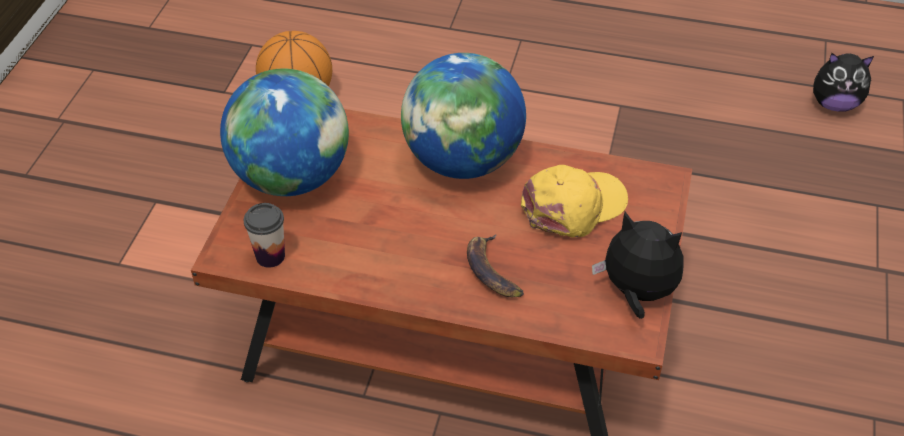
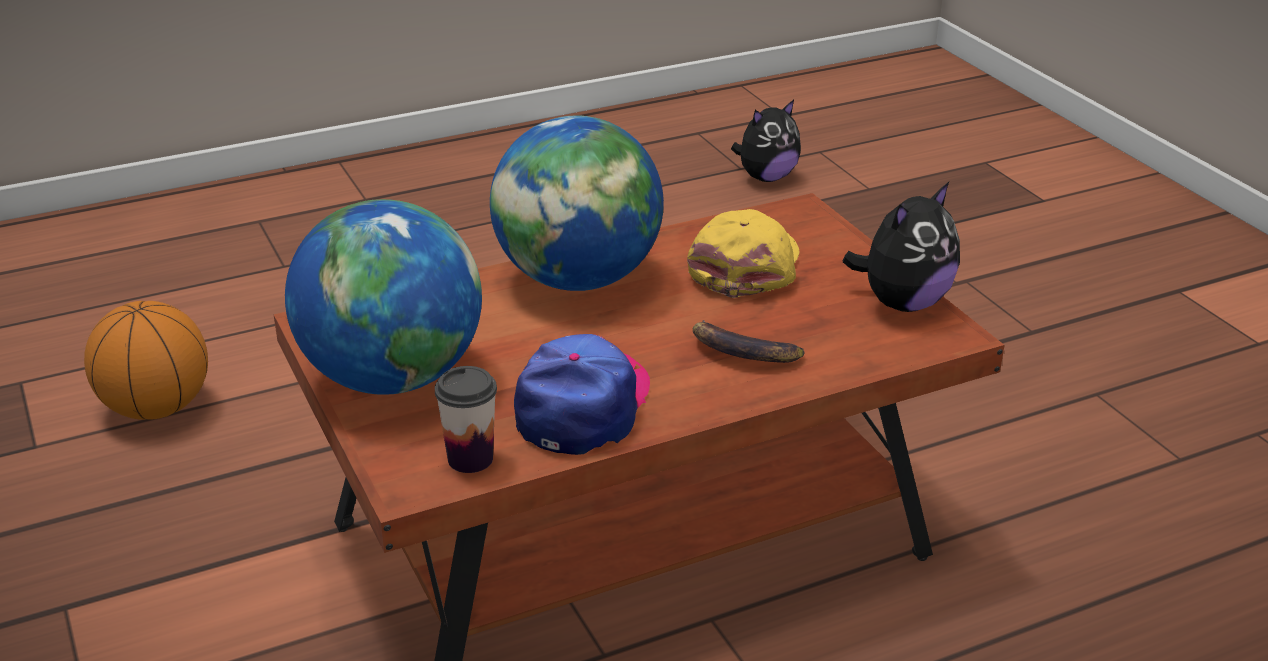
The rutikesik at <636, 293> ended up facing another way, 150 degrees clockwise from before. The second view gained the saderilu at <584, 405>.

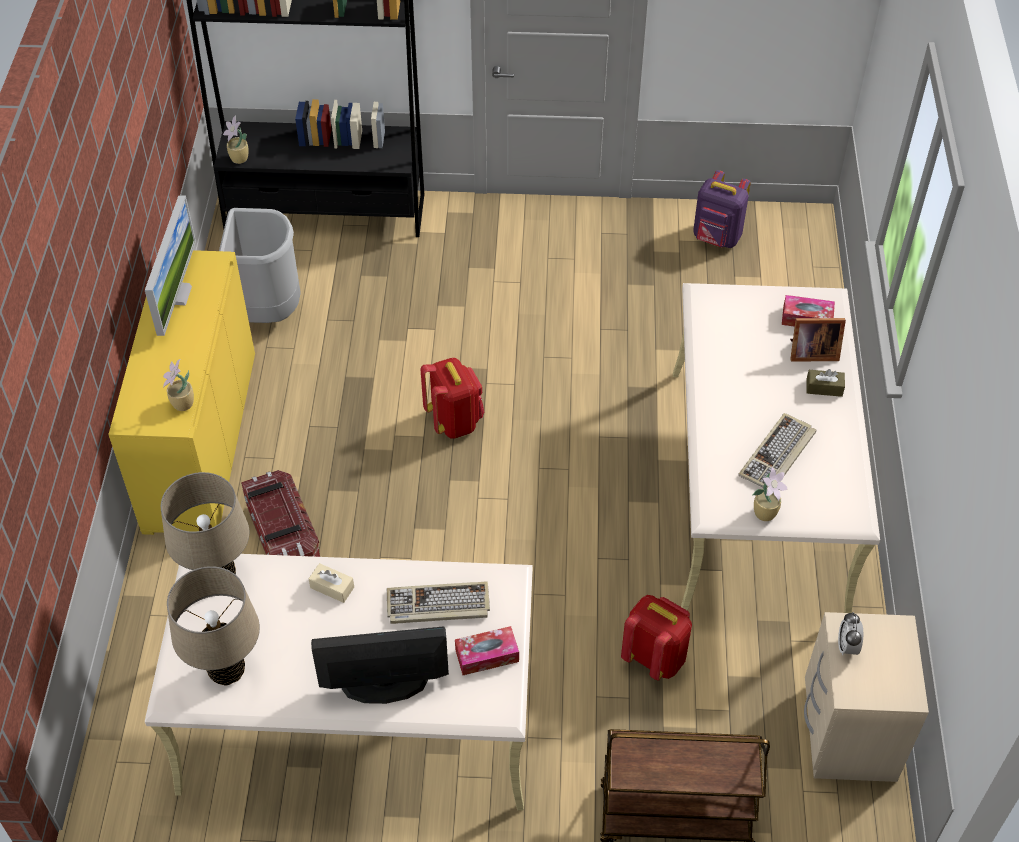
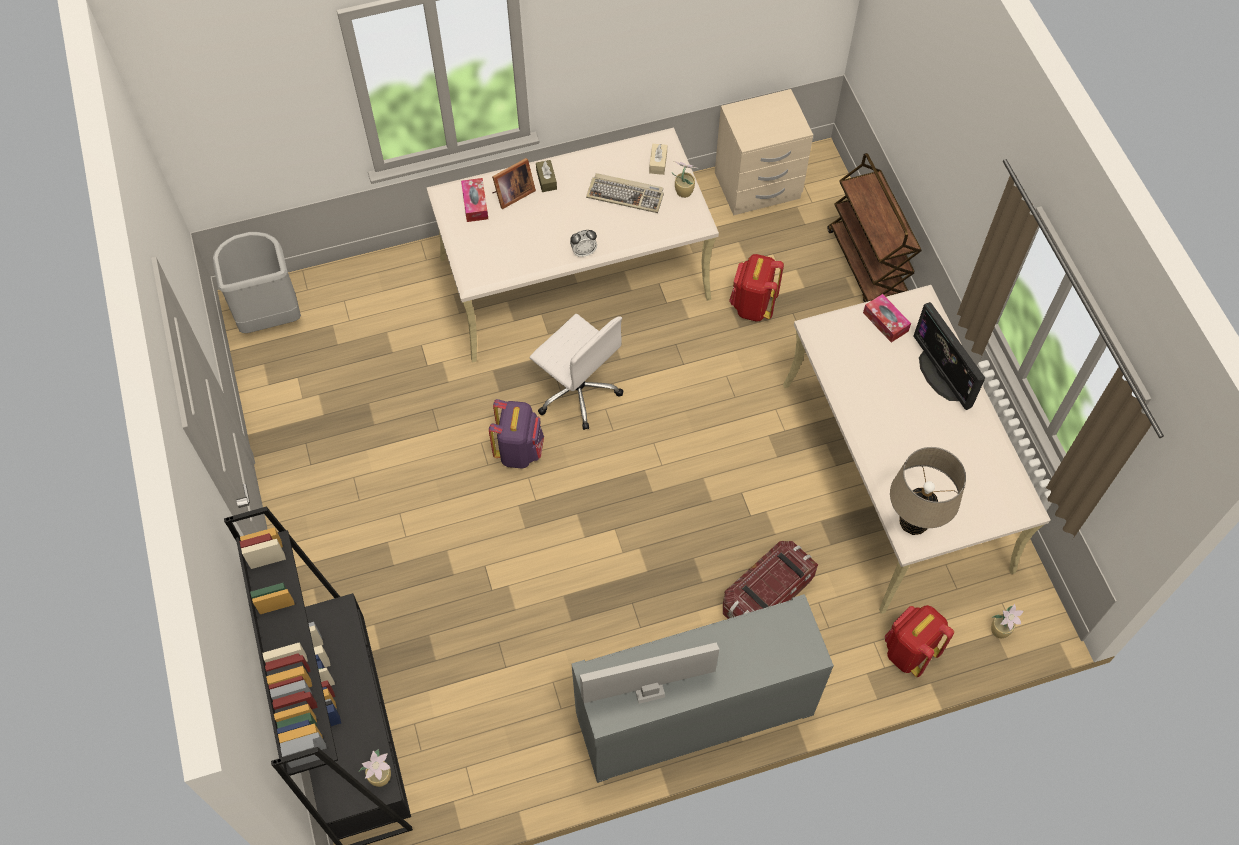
The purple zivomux ended up elsewhere, having gone from <716, 238> to <519, 450>. The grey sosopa ended up elsewhere, having gone from <268, 312> to <270, 317>. What was the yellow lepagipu at <201, 441> turned into the grey lepagipu at <694, 714>. The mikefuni at <811, 352> ended up facing another way, 75 degrees clockwise from before. The red zivomux ended up elsewhere, having gone from <454, 421> to <909, 651>. The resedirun ended up elsewhere, having gone from <182, 405> to <1000, 630>. The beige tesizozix ended up elsewhere, having gone from <332, 587> to <658, 163>. The second view lost the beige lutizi at <227, 670>. The second view lost the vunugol at <437, 605>. The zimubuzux ended up elsewhere, having gone from <847, 646> to <583, 252>. The second view gained the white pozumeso at <577, 391>.

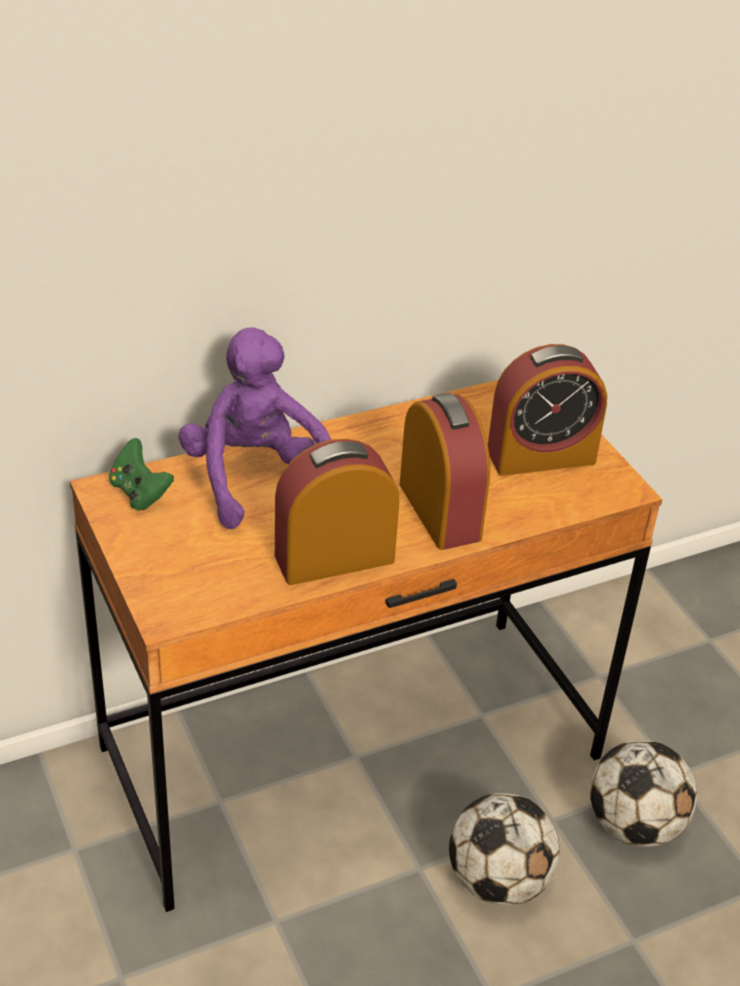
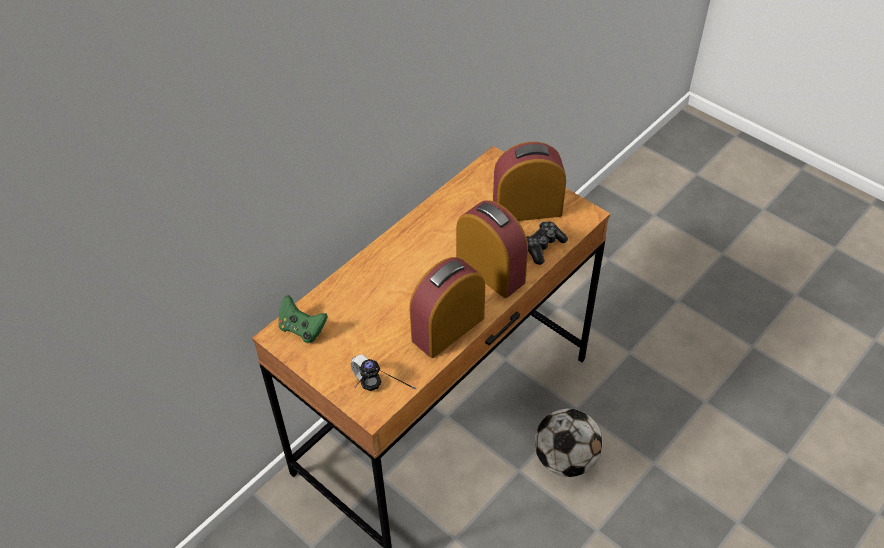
The second view lost the purple rutikesik at <255, 479>. The zimubuzux at <541, 456> ended up facing another way, 150 degrees counterclockwise from before. The second view lost the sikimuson at <634, 825>. The second view gained the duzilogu at <543, 246>. The second view gained the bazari at <375, 397>.

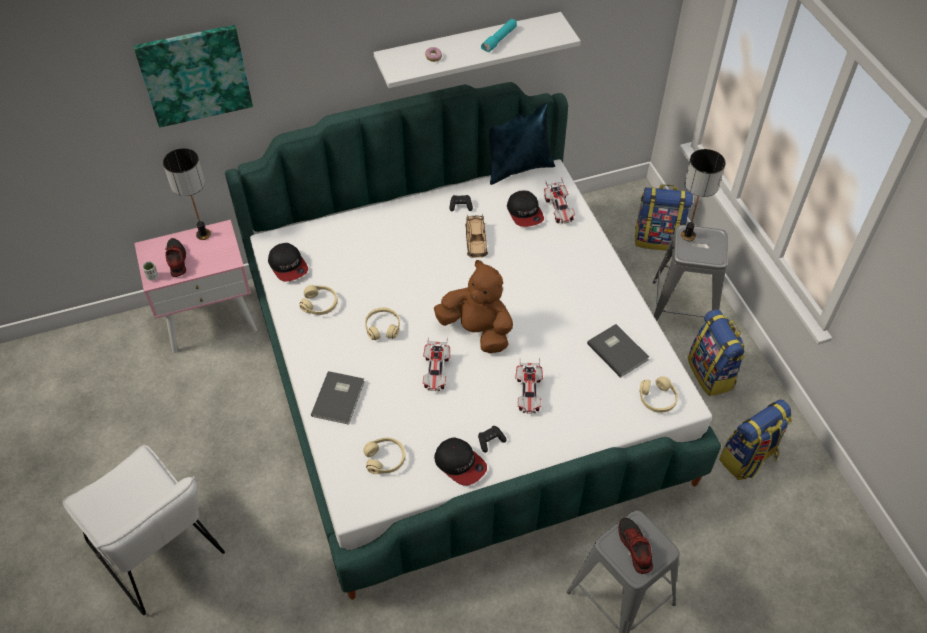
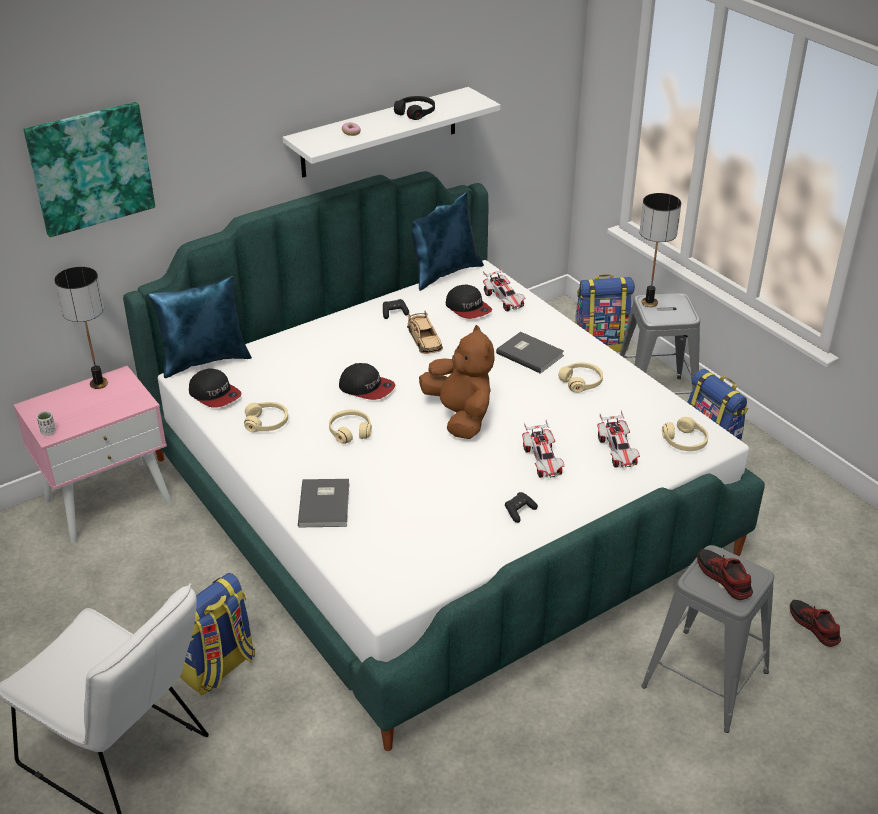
Where the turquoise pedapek stood at <499, 40>, the black bazari came to stand at <415, 113>. The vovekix ended up elsewhere, having gone from <176, 260> to <813, 627>. The brown rutikesik at <477, 330> ended up facing another way, 45 degrees clockwise from before. The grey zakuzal ended up elsewhere, having gone from <618, 350> to <530, 353>. The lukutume ended up elsewhere, having gone from <436, 371> to <617, 451>. The zivomux ended up elsewhere, having gone from <748, 459> to <218, 668>. The saderilu ended up elsewhere, having gone from <460, 464> to <367, 388>. The beige bazari ended up elsewhere, having gone from <385, 459> to <581, 382>. The second view gained the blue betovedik at <205, 360>.

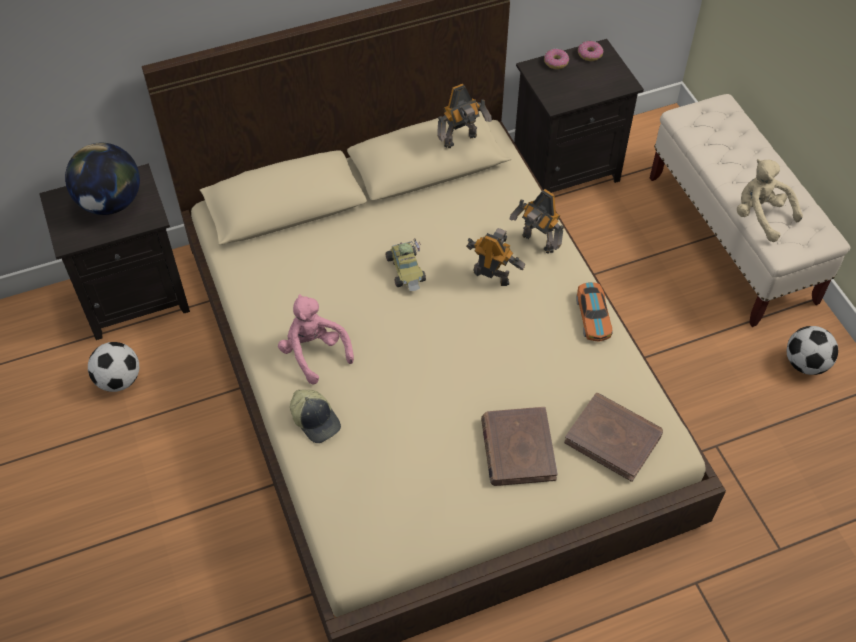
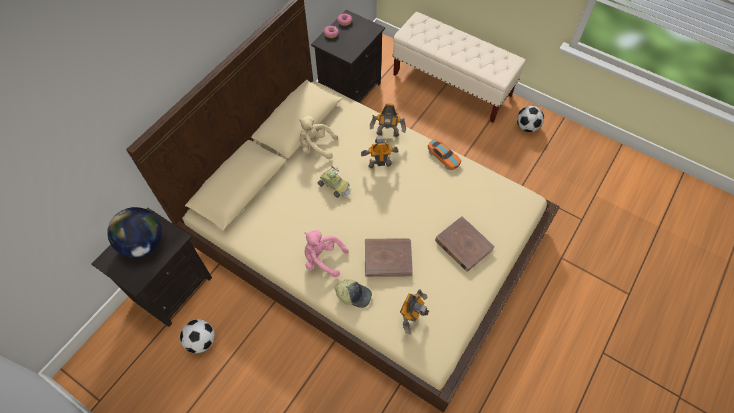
The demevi ended up elsewhere, having gone from <461, 141> to <411, 317>. The beige rutikesik ended up elsewhere, having gone from <760, 216> to <316, 146>. The brown zakuzal ended up elsewhere, having gone from <613, 438> to <388, 258>.

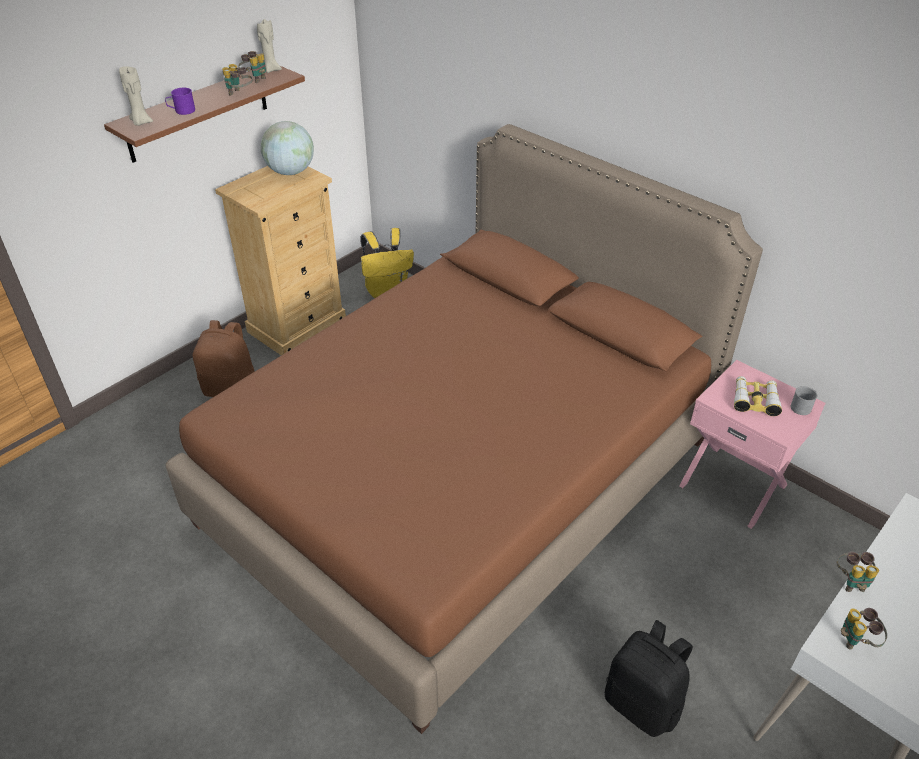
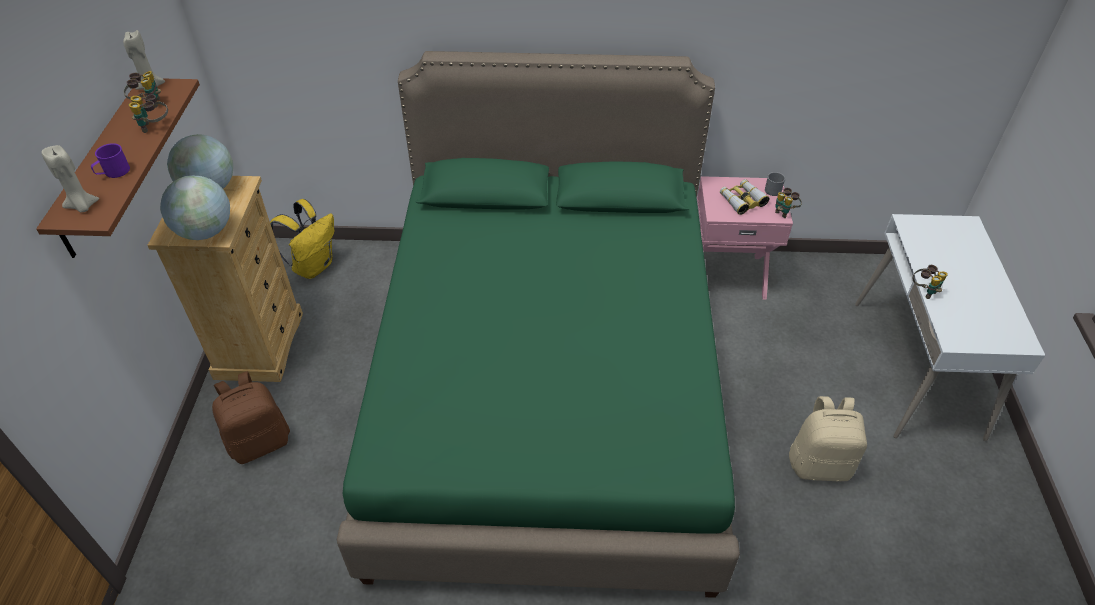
What was the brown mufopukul at <459, 481> turned into the green mufopukul at <547, 392>. The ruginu ended up elsewhere, having gone from <856, 640> to <784, 212>. What was the black zivomux at <643, 703> turned into the beige zivomux at <819, 464>. The second view gained the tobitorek at <205, 231>.

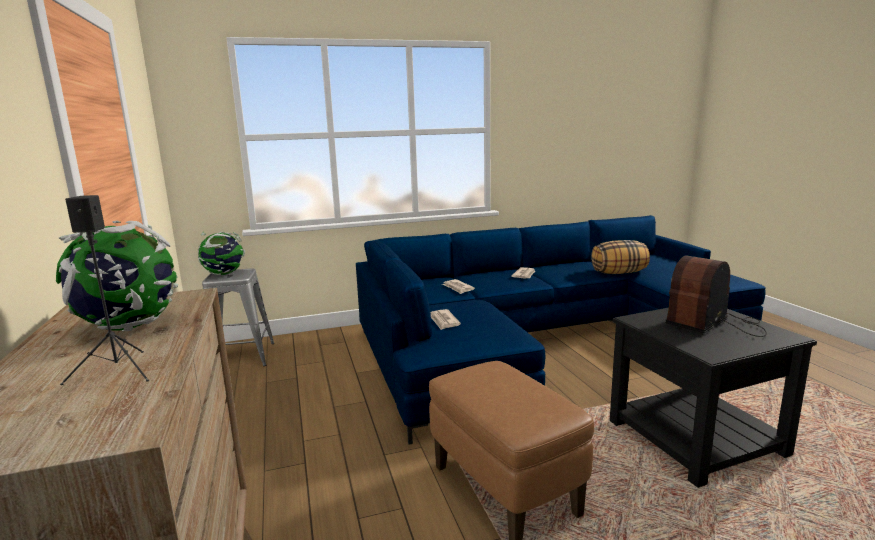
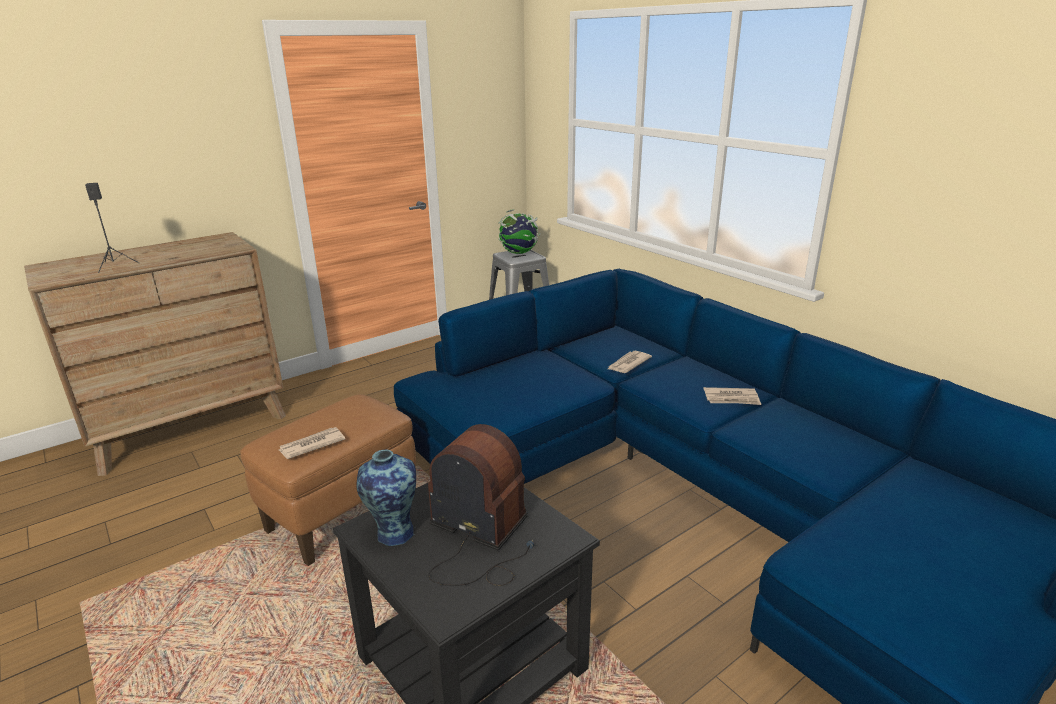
The second view lost the tobitorek at <128, 327>. The second view lost the betovedik at <619, 273>. The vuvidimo ended up elsewhere, having gone from <443, 321> to <311, 445>. The second view gained the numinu at <393, 533>.

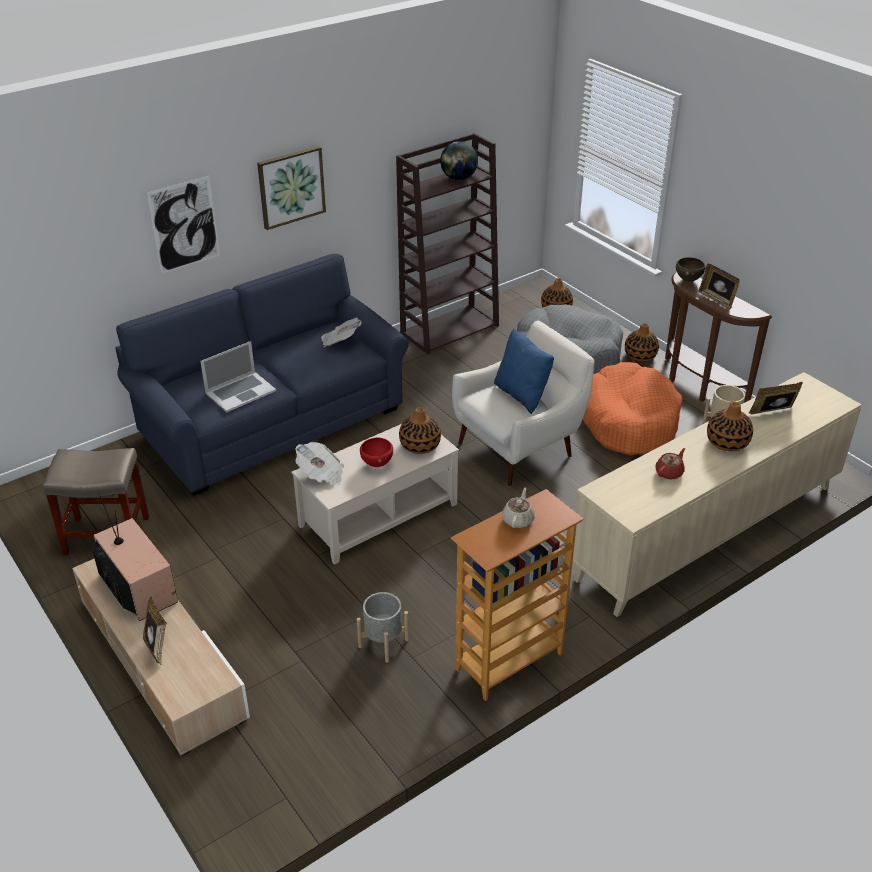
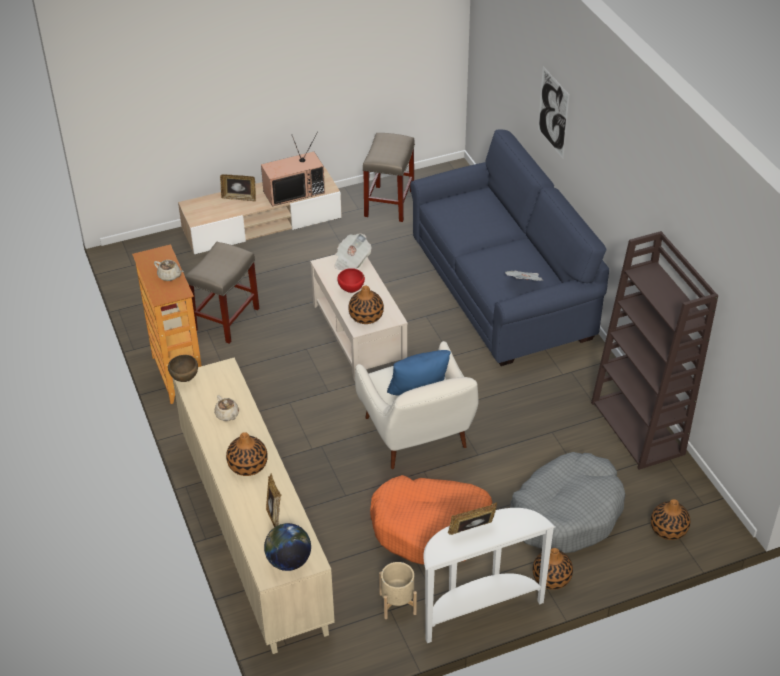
The tobitorek ended up elsewhere, having gone from <458, 179> to <289, 561>. The second view lost the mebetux at <291, 187>. The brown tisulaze ended up elsewhere, having gone from <688, 280> to <185, 379>. What was the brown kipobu at <697, 386> turned into the white kipobu at <478, 610>. The second view lost the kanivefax at <240, 392>. What was the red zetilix at <669, 472> turned into the beige zetilix at <227, 415>. Where the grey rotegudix stood at <383, 643>, the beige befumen came to stand at <226, 319>.

